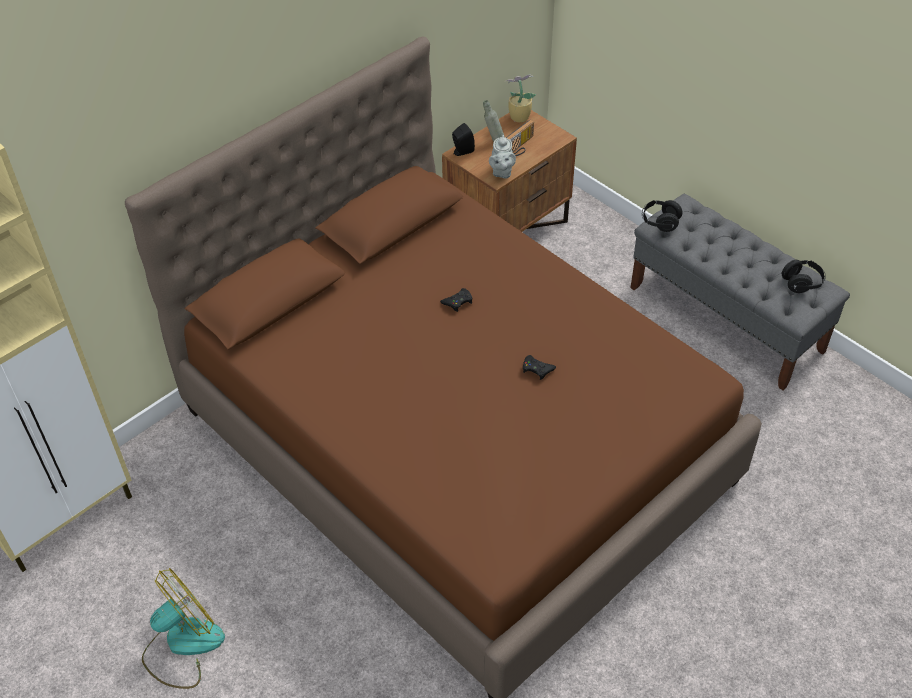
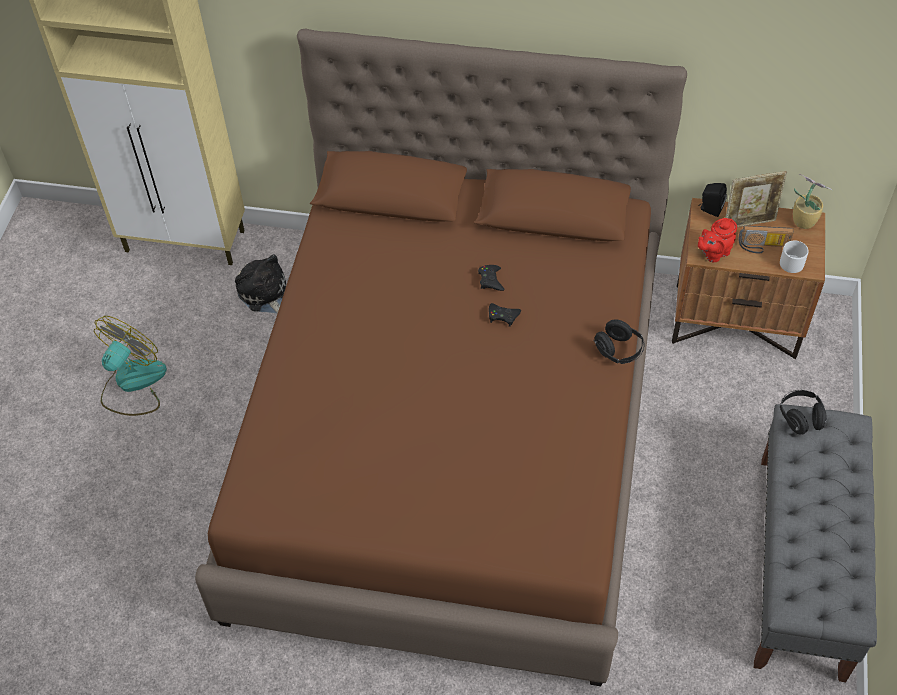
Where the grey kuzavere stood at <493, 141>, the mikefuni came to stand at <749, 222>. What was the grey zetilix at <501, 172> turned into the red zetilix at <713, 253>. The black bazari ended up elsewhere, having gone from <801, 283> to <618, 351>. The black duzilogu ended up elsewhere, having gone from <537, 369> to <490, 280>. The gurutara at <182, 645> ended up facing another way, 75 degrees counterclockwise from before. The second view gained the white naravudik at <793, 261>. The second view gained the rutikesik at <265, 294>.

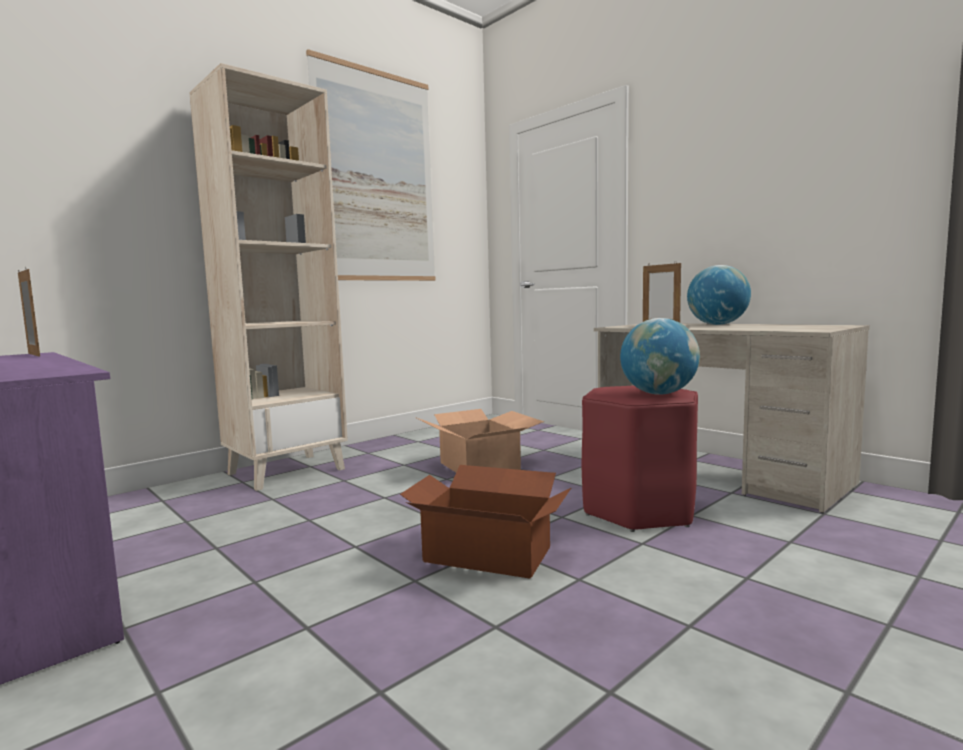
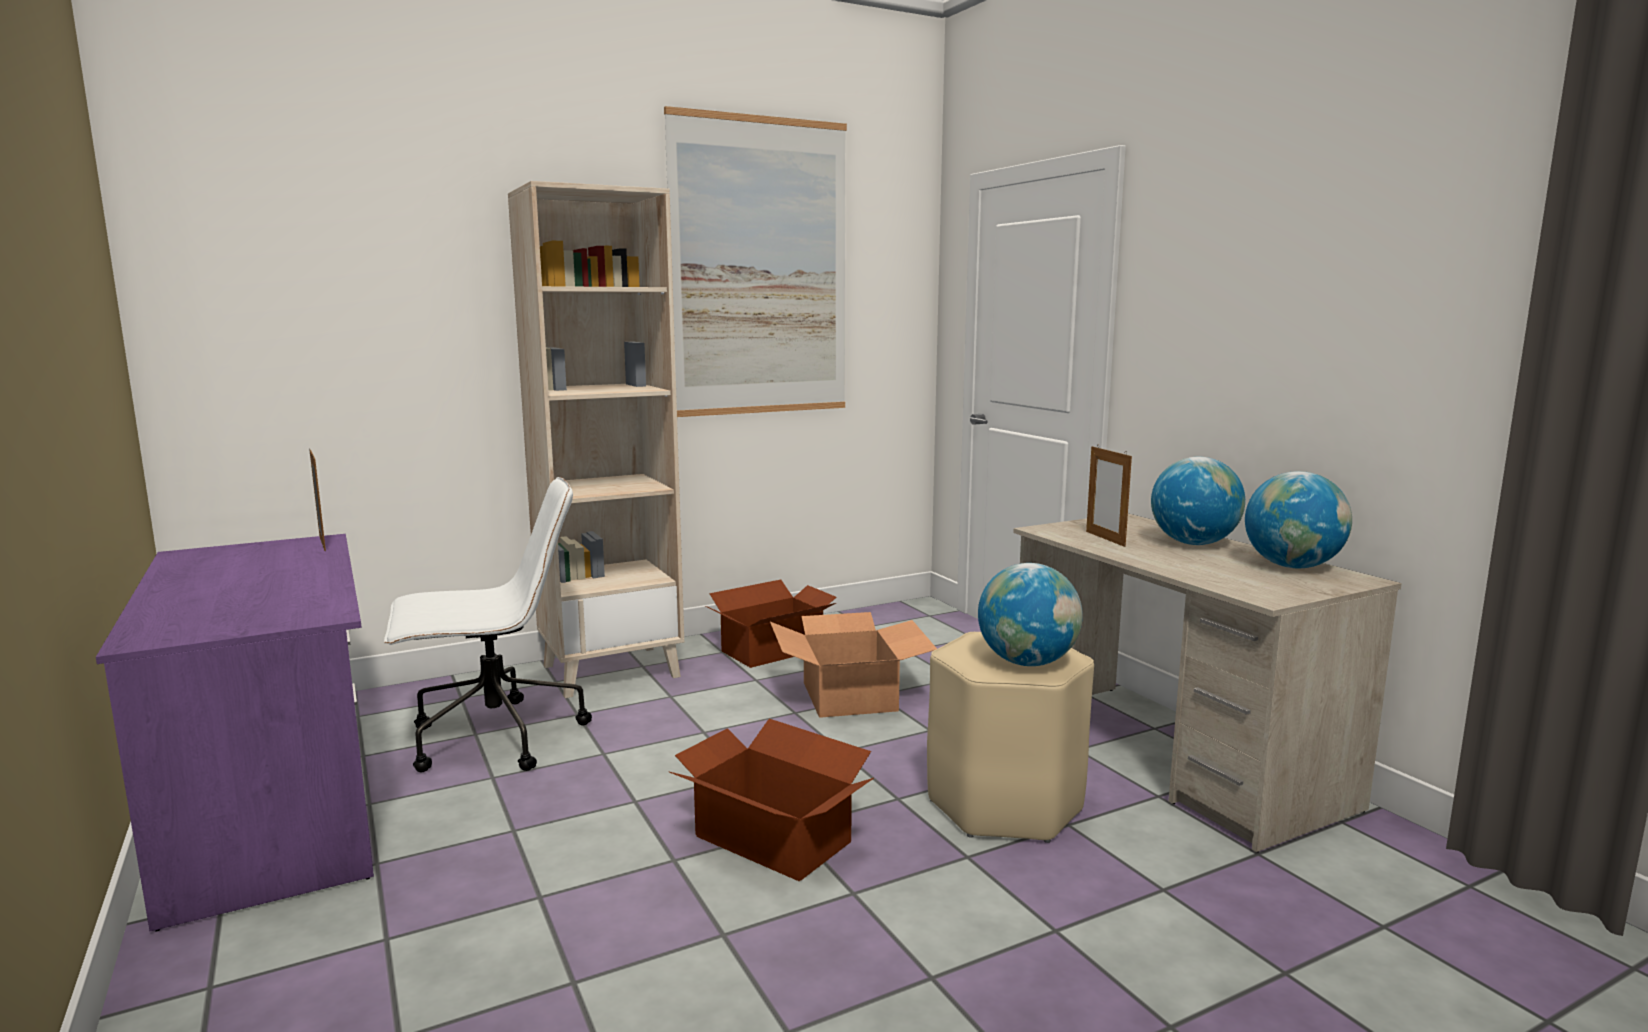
What was the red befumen at <638, 510> turned into the beige befumen at <1004, 805>. The second view gained the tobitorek at <1292, 566>. The second view gained the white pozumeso at <493, 738>. The second view gained the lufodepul at <773, 650>.

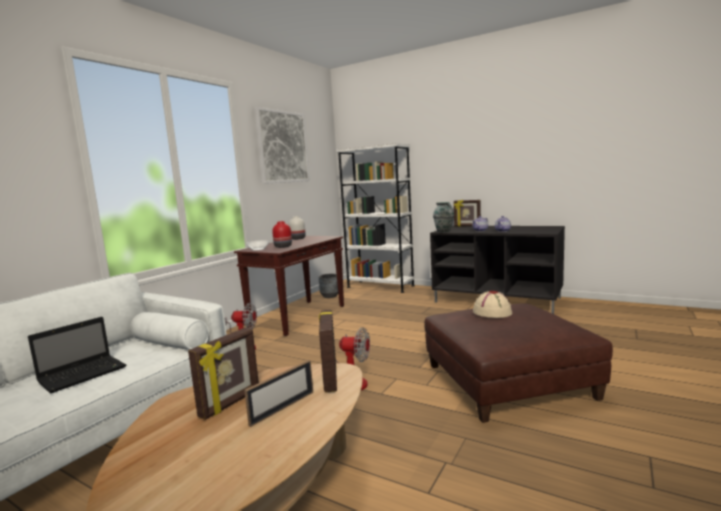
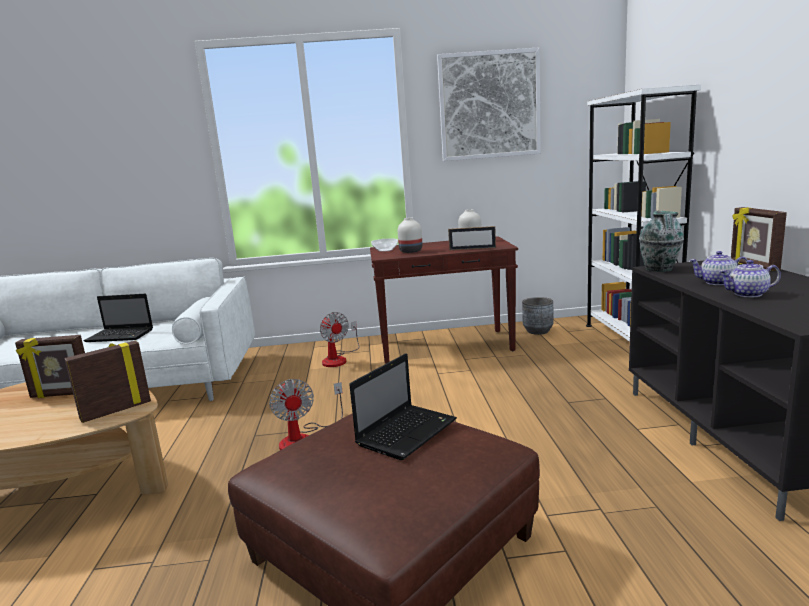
What was the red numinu at <282, 247> turned into the white numinu at <410, 251>. Where the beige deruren stood at <492, 312>, the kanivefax came to stand at <407, 431>. The mikefuni ended up elsewhere, having gone from <283, 408> to <472, 249>.

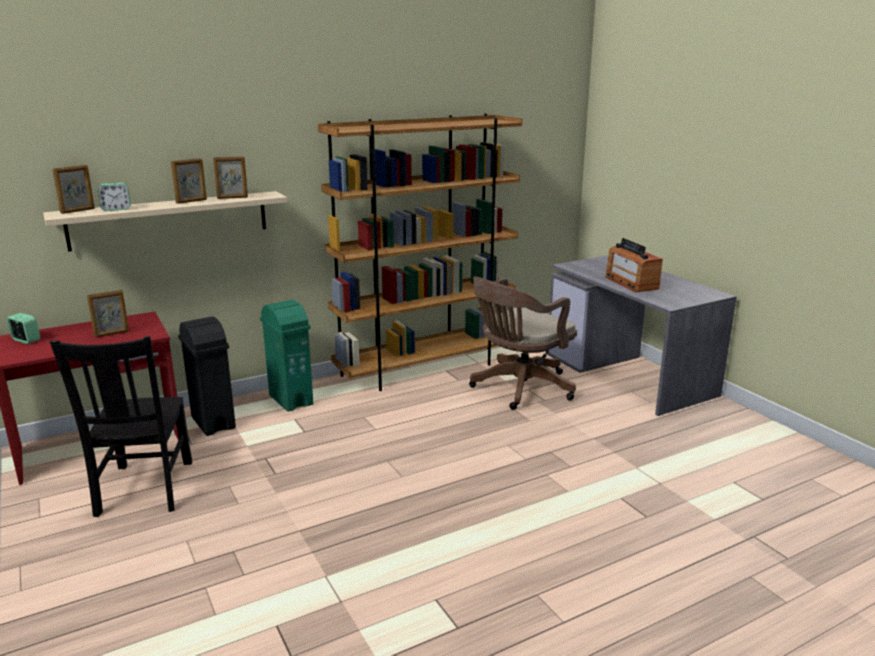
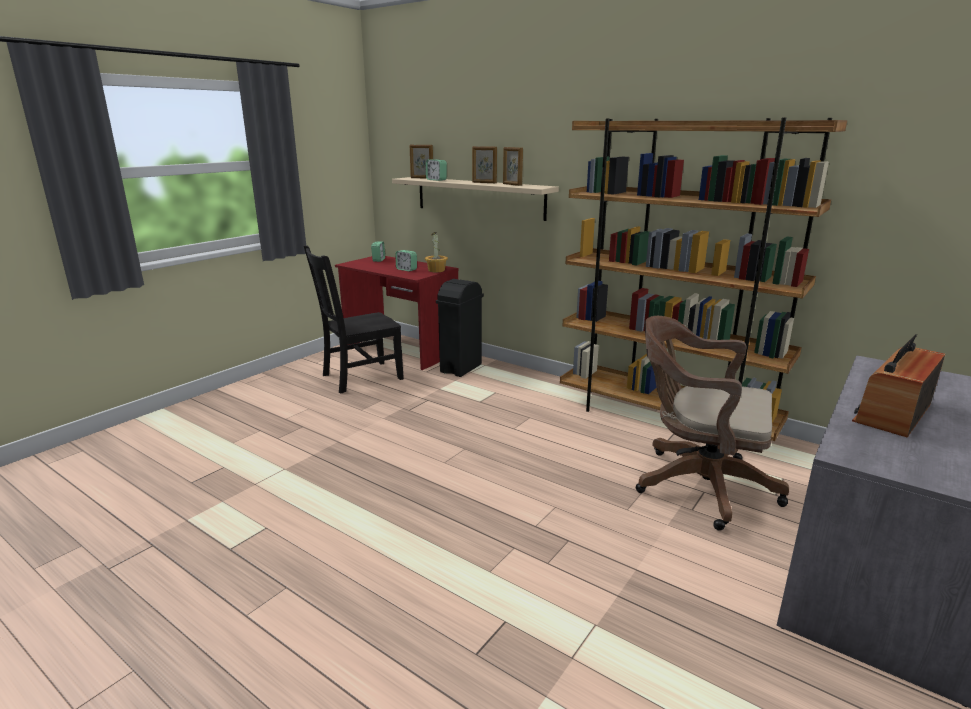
Where the mikefuni stood at <112, 334>, the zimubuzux came to stand at <406, 269>. The second view lost the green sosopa at <291, 399>. The second view gained the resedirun at <436, 270>.

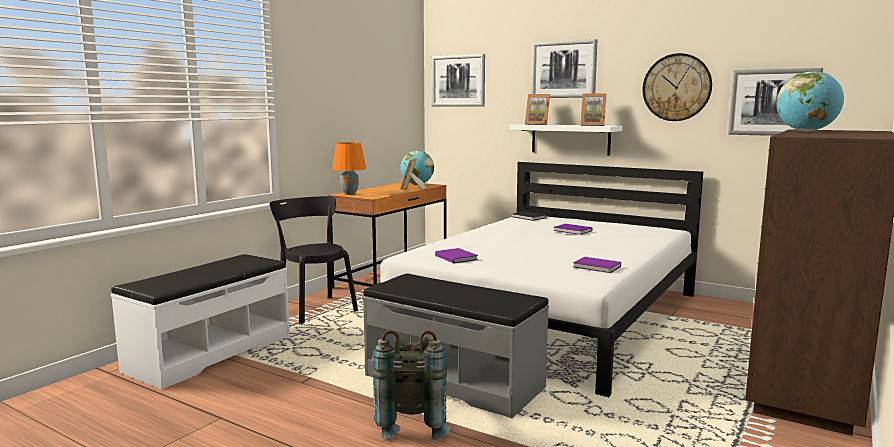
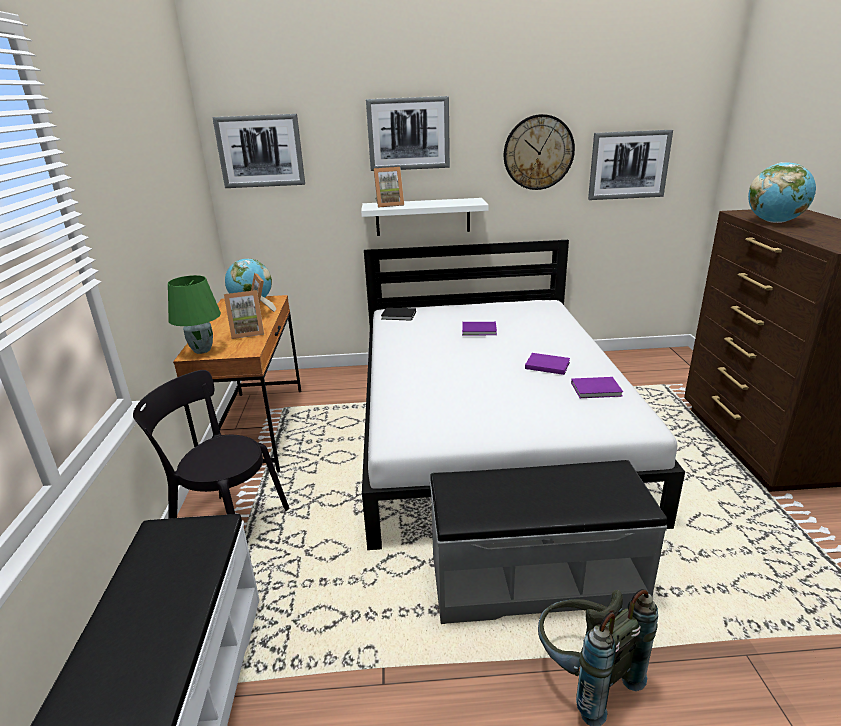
The mikefuni ended up elsewhere, having gone from <592, 125> to <247, 333>. What was the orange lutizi at <350, 193> turned into the green lutizi at <202, 350>. The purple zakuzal ended up elsewhere, having gone from <456, 257> to <546, 365>.

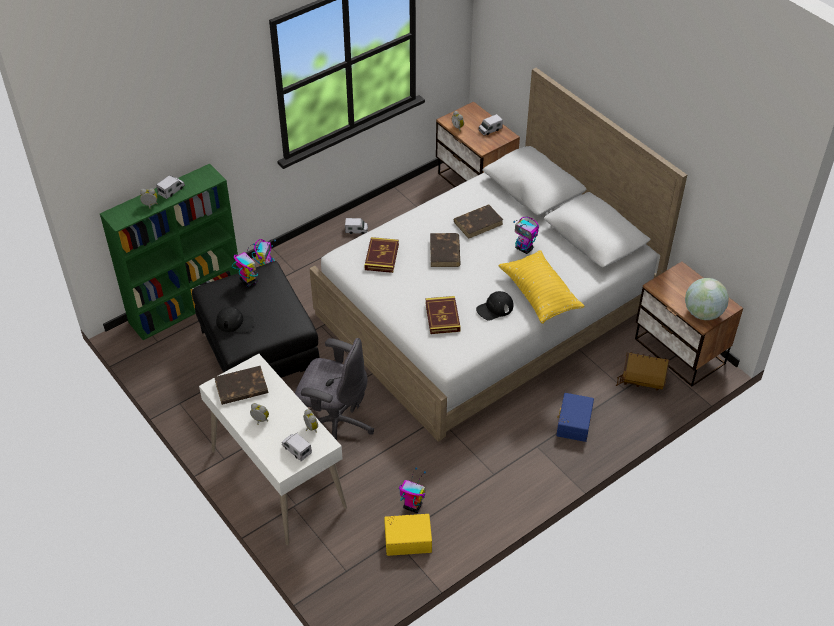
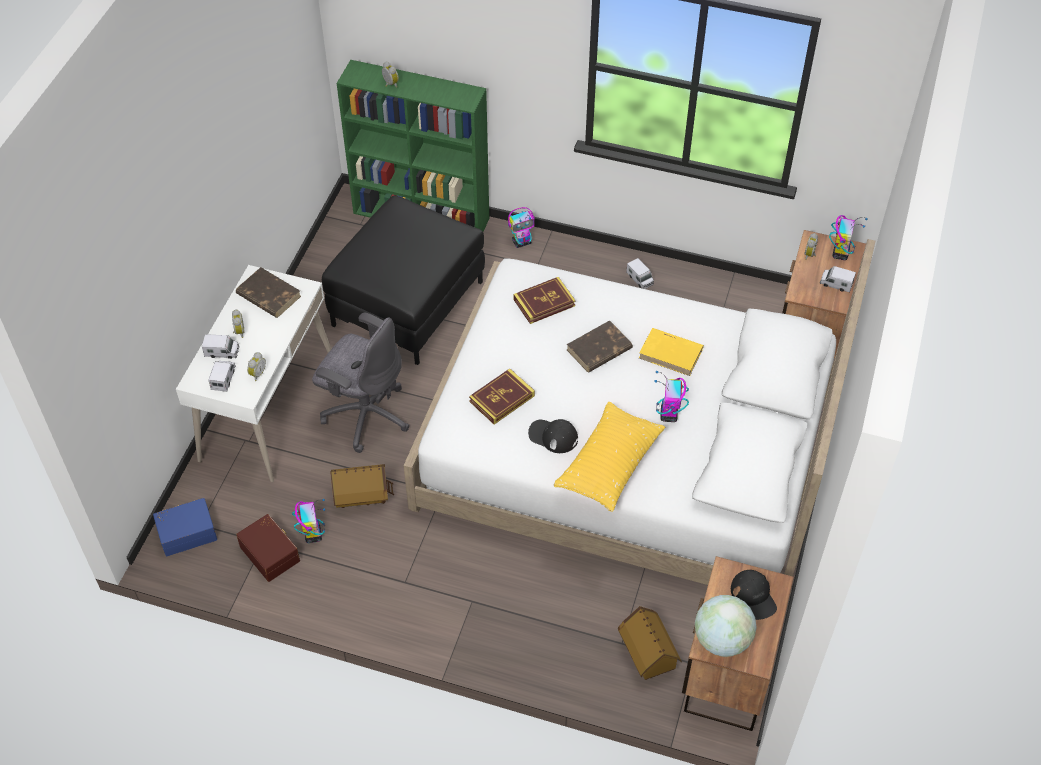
The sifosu ended up elsewhere, having gone from <172, 190> to <222, 352>. What was the brown zakuzal at <478, 223> turned into the yellow zakuzal at <671, 353>. The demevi ended up elsewhere, having gone from <248, 281> to <840, 253>. The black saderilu ended up elsewhere, having gone from <235, 323> to <753, 596>. The grey pozumeso at <335, 425> ended up facing another way, 45 degrees counterclockwise from before. The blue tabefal ended up elsewhere, having gone from <573, 422> to <187, 532>. What was the yellow tabefal at <407, 539> turned into the brown tabefal at <271, 553>. The second view gained the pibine at <362, 497>.

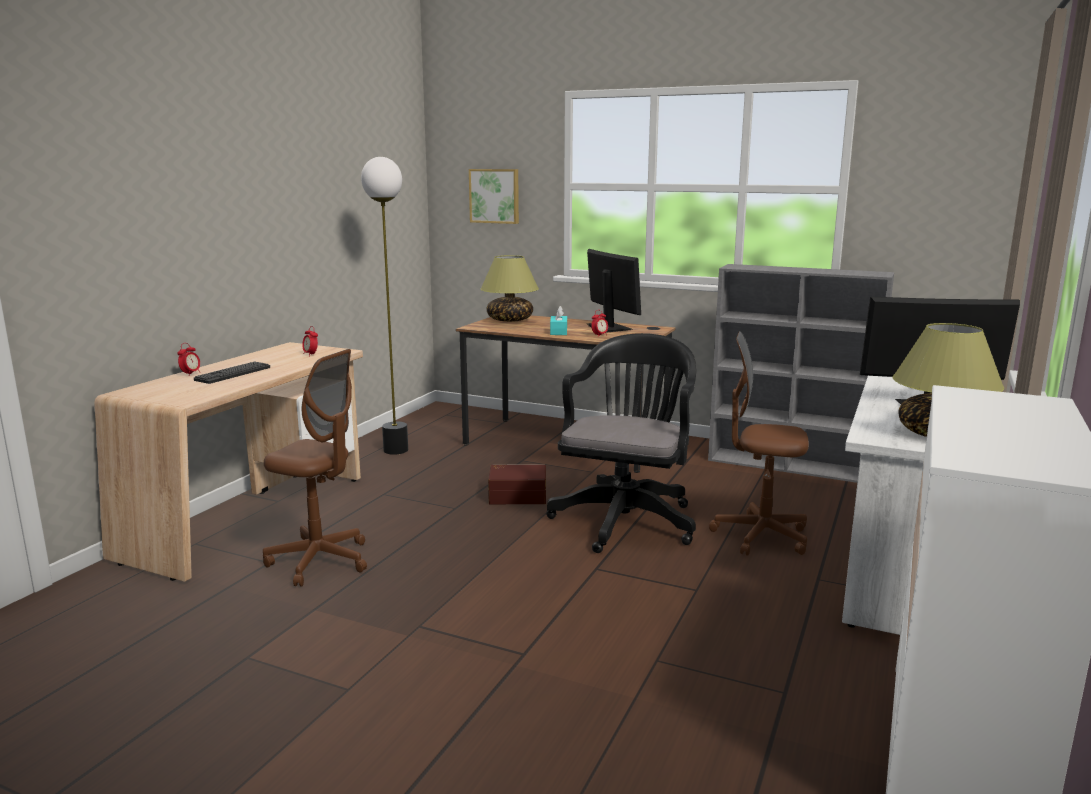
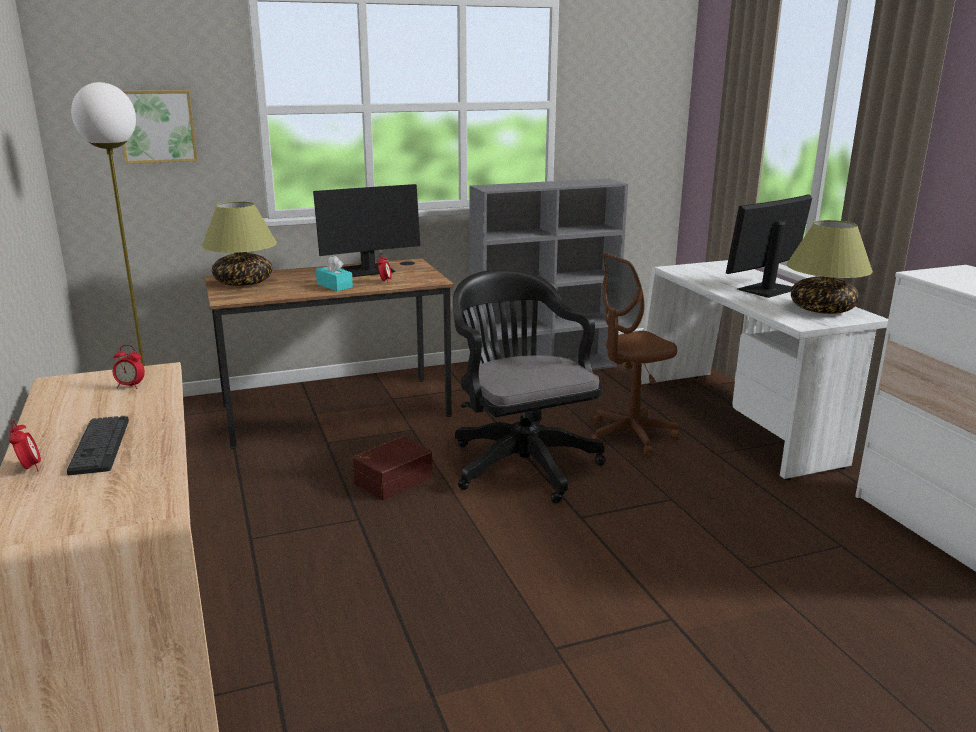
The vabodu at <609, 328> ended up facing another way, 135 degrees clockwise from before. The second view lost the brown pozumeso at <320, 561>.

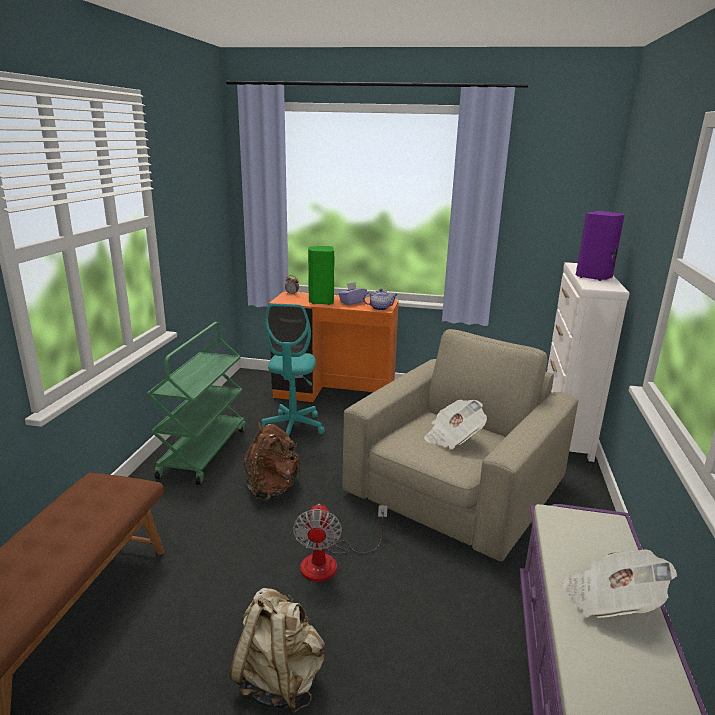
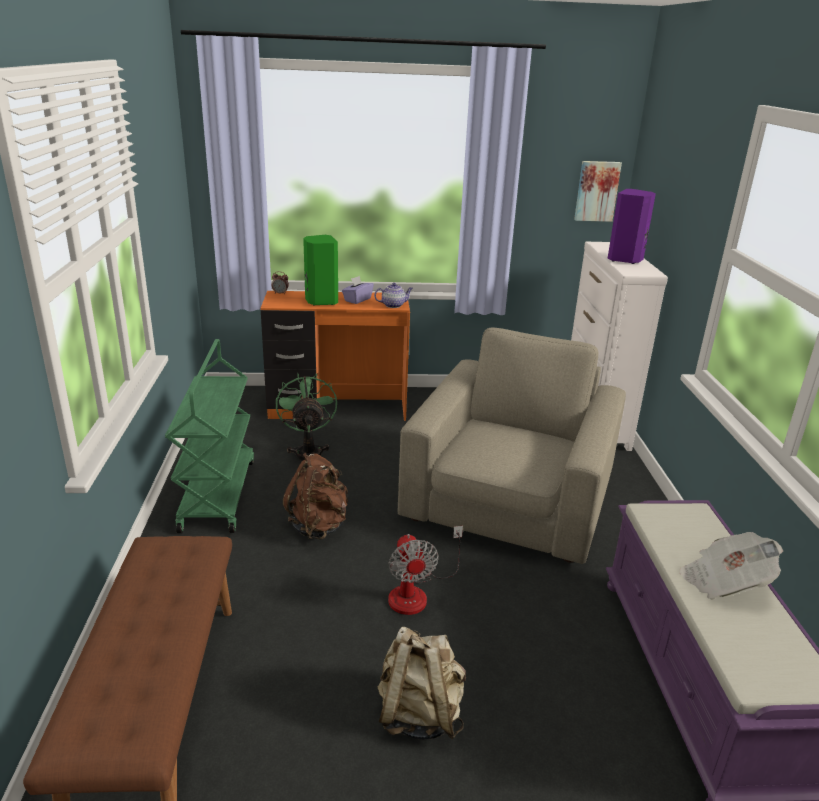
Where the turquoise pozumeso stood at <293, 427>, the green gurutara came to stand at <308, 452>. The second view lost the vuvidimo at <453, 437>. The second view gained the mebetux at <596, 191>.

